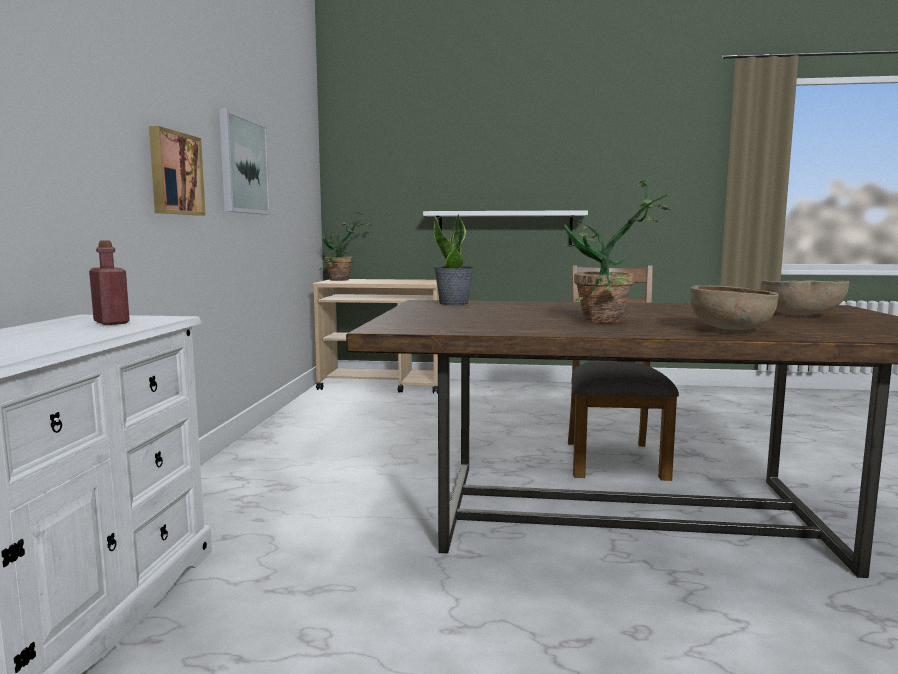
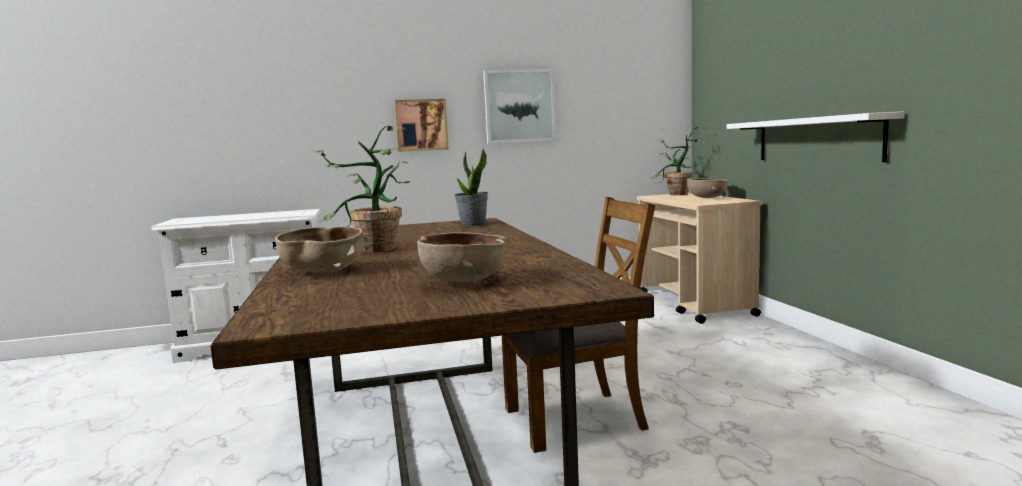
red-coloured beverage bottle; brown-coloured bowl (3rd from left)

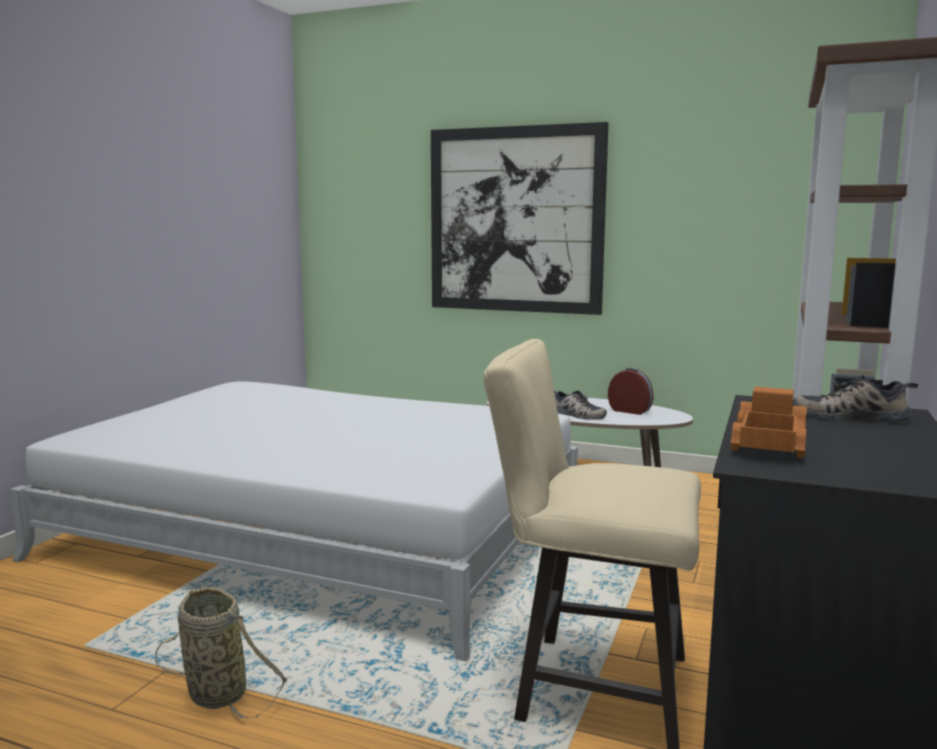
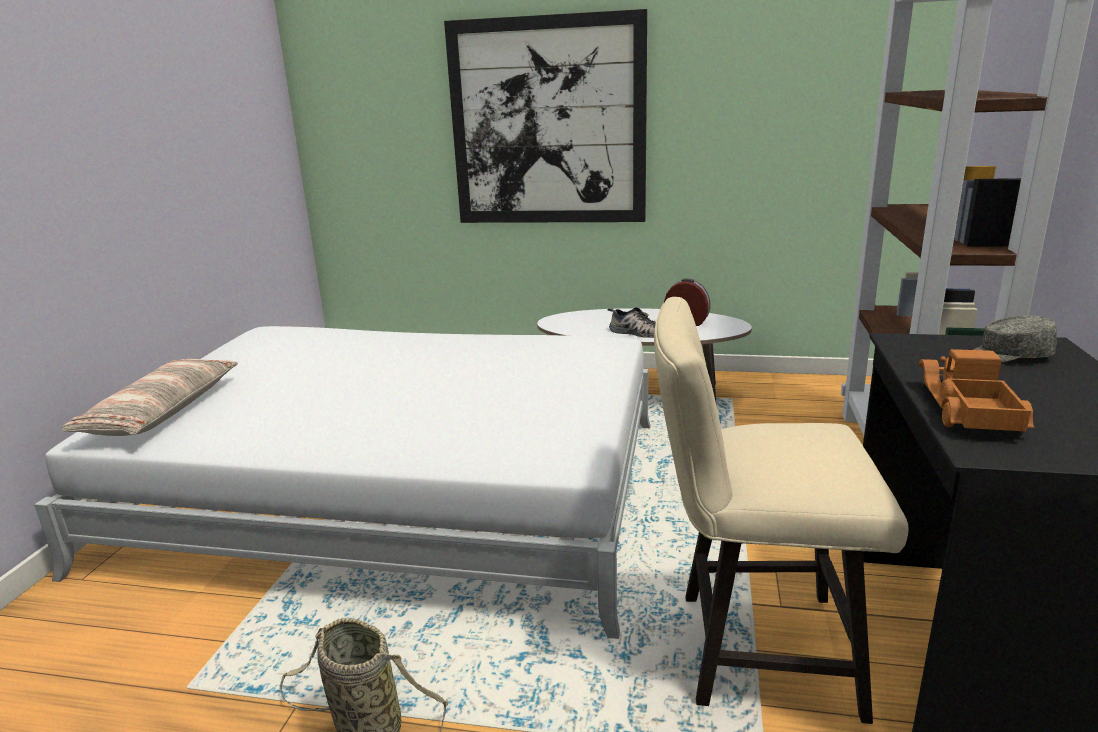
grey cap; pillow

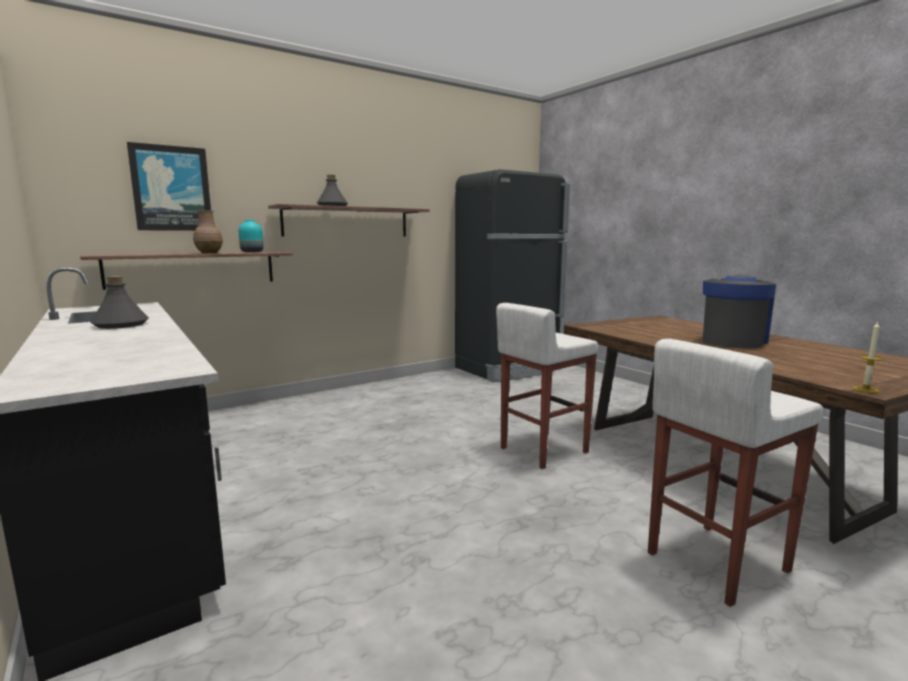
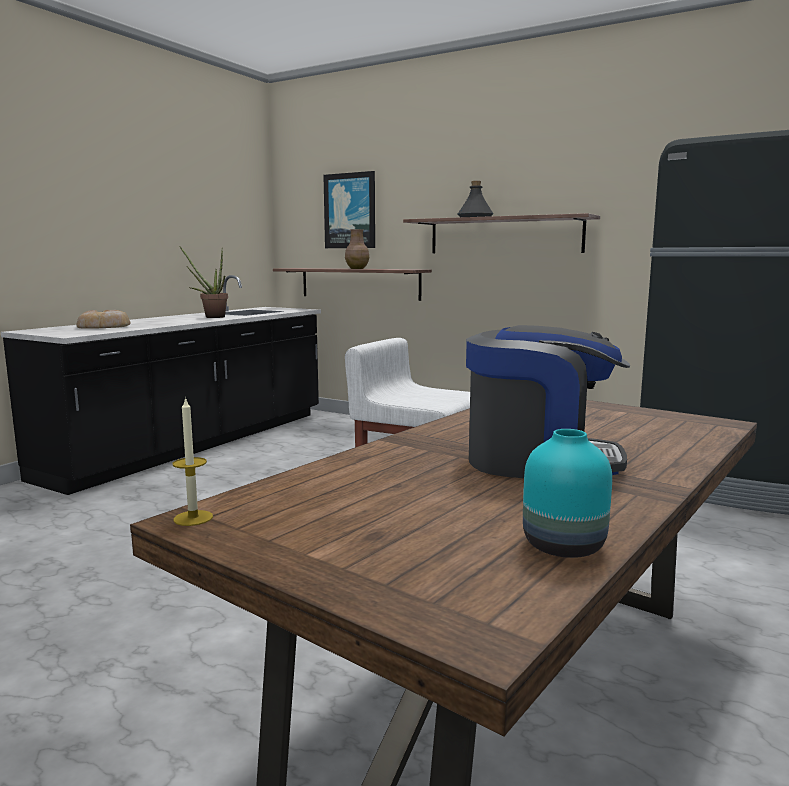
houseplant; turquoise-coloured vase; white stool seat (2nd from left in the first image); baked bread

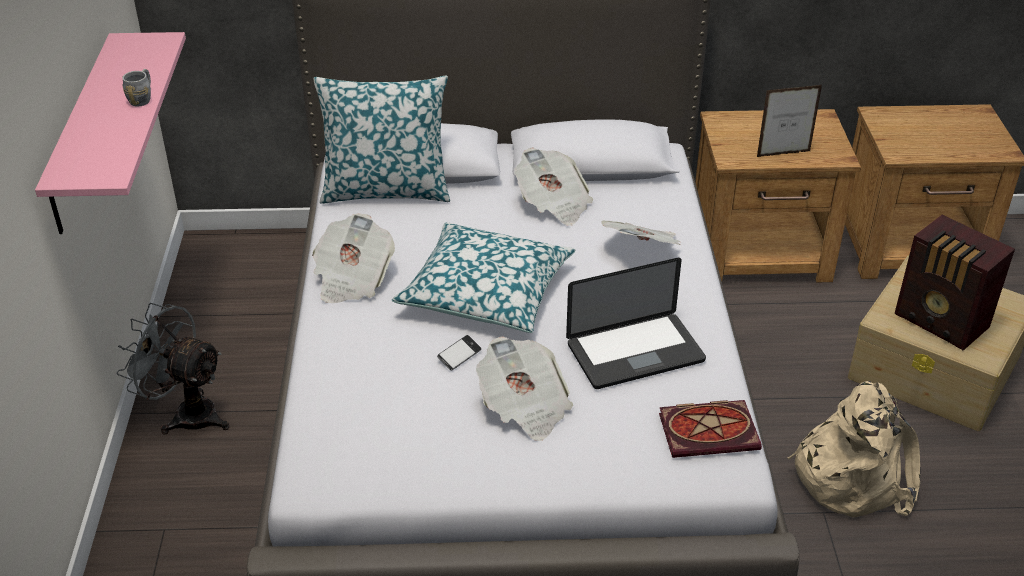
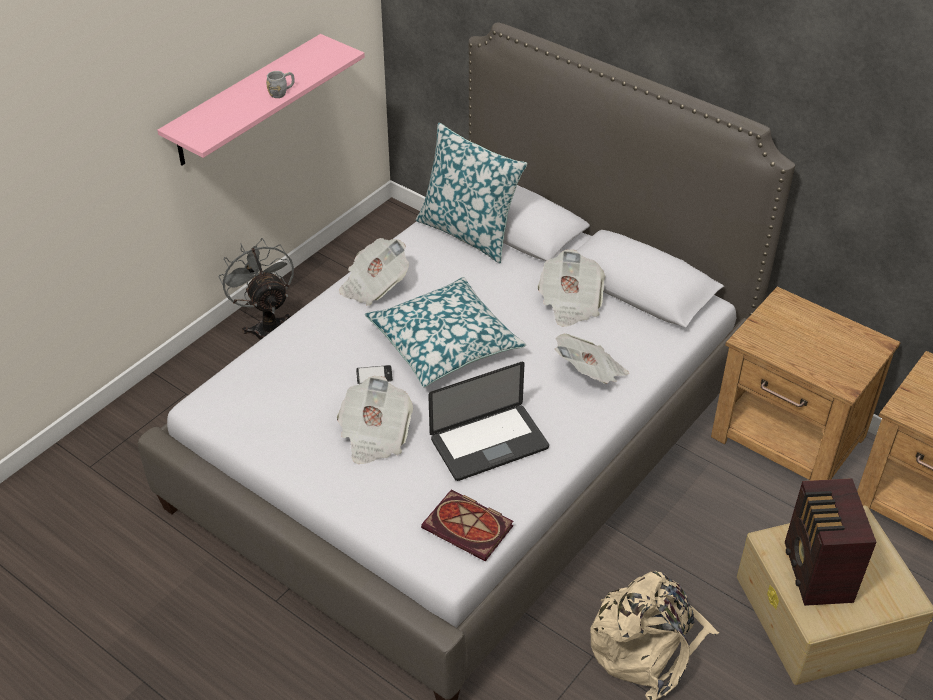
notebook computer; photo frame

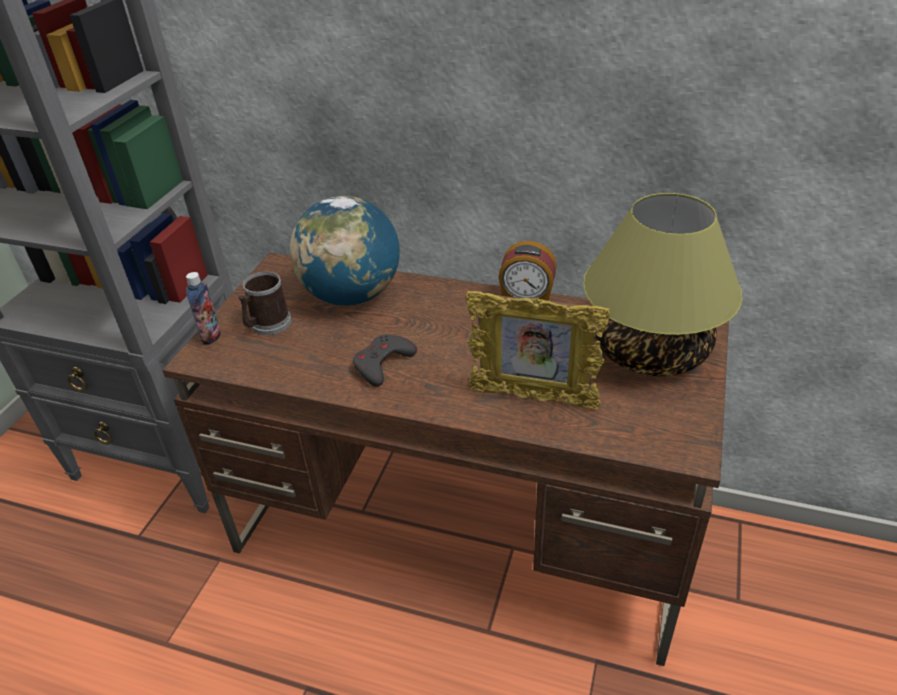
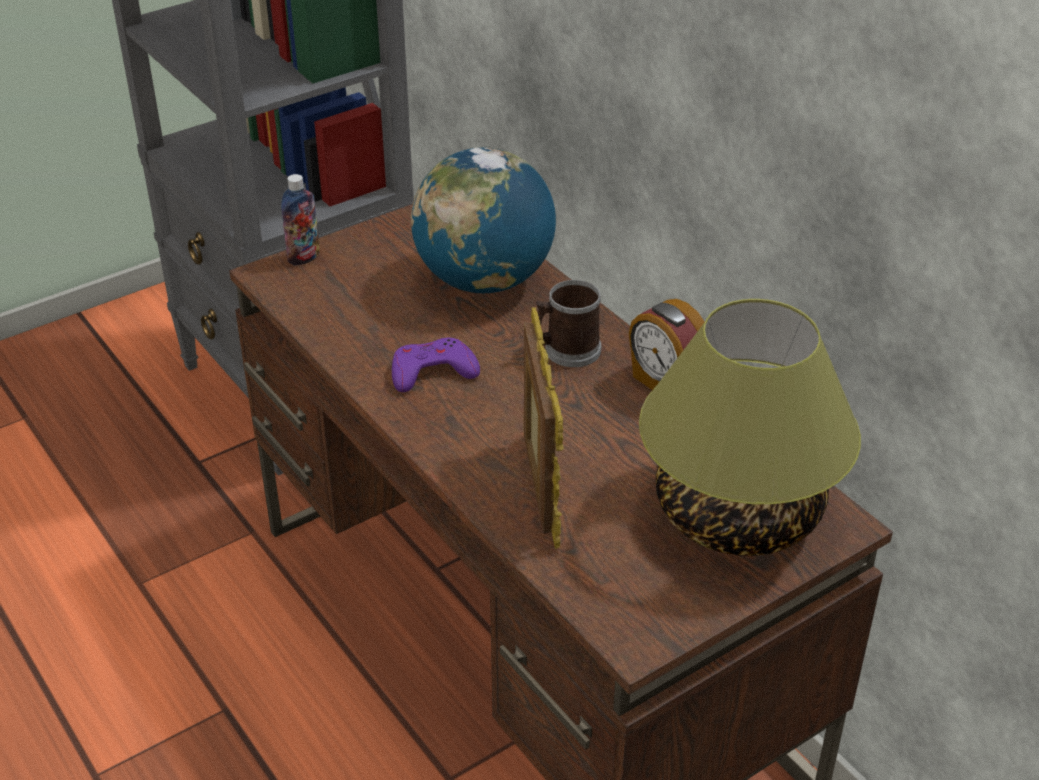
mug; purple-coloured game controller; photo frame

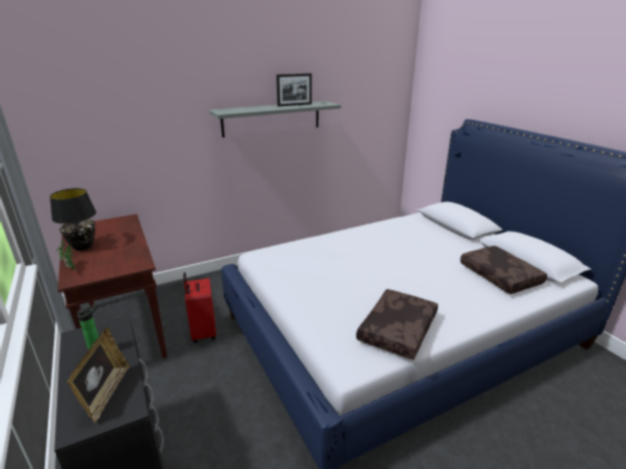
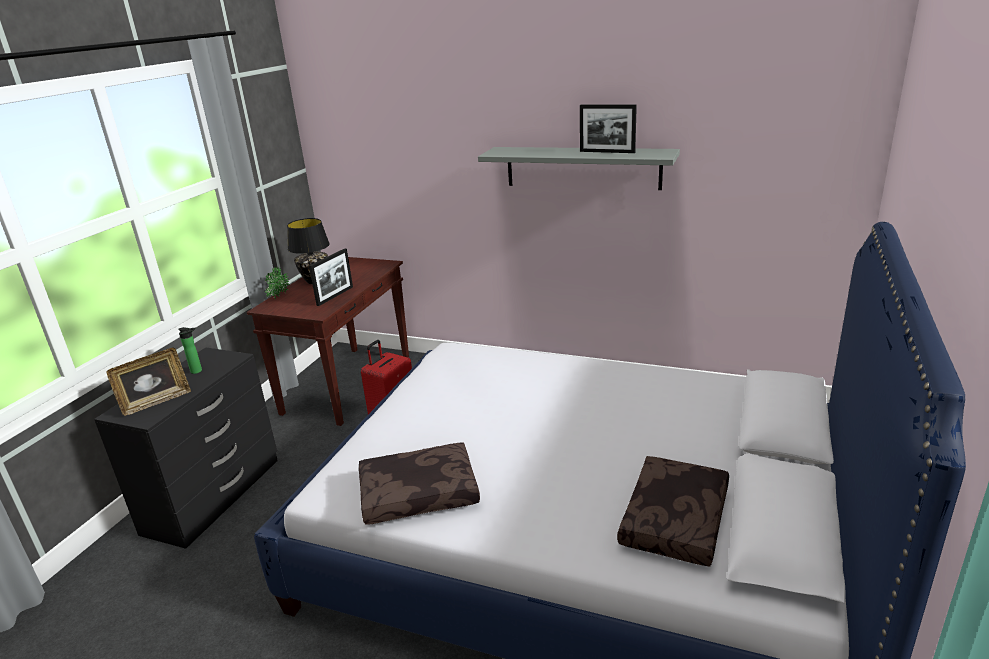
photo frame (2nd from left)

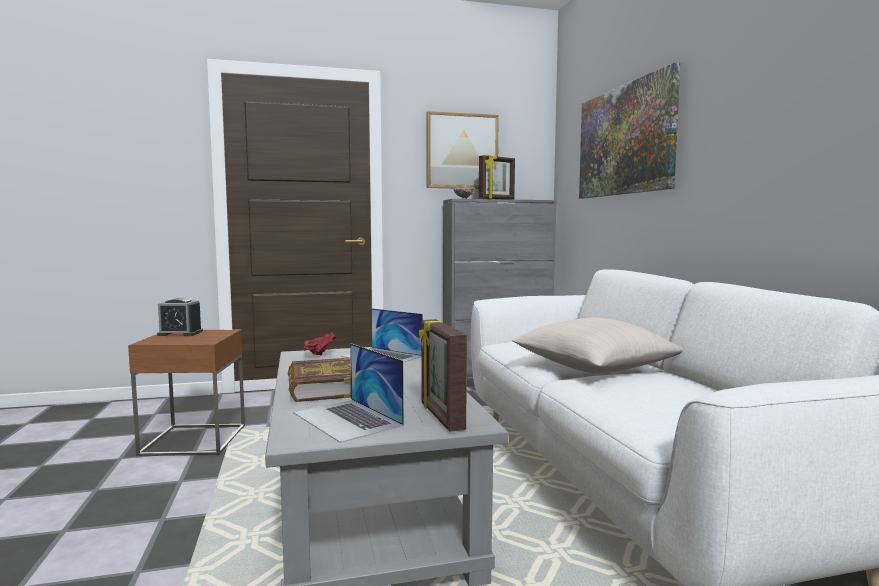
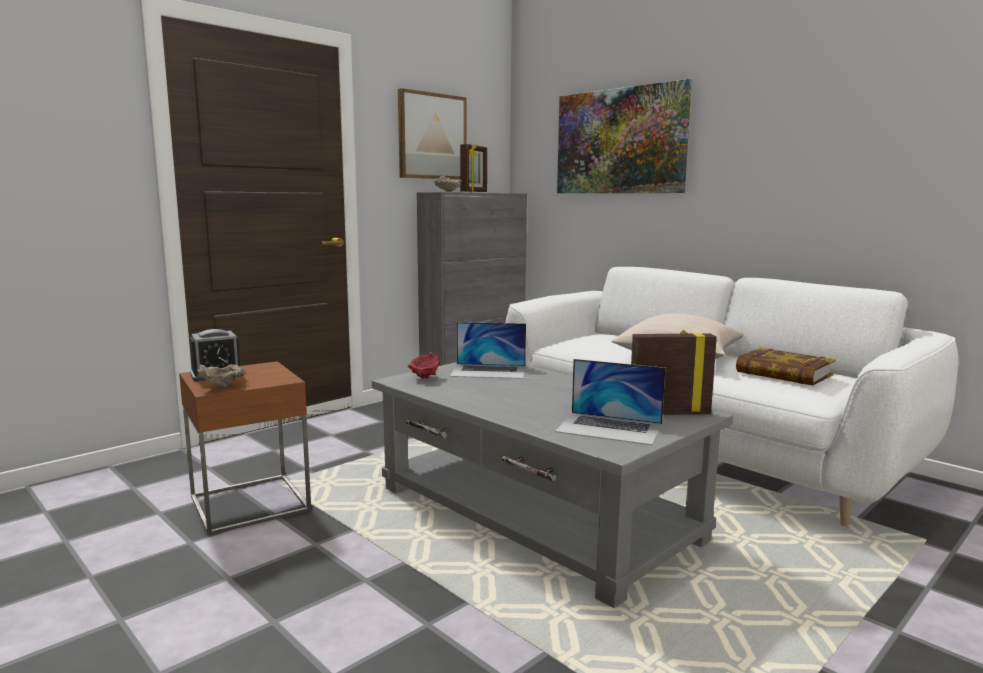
volume; photo frame (2nd from left); sand-coloured bowl (1st from left)

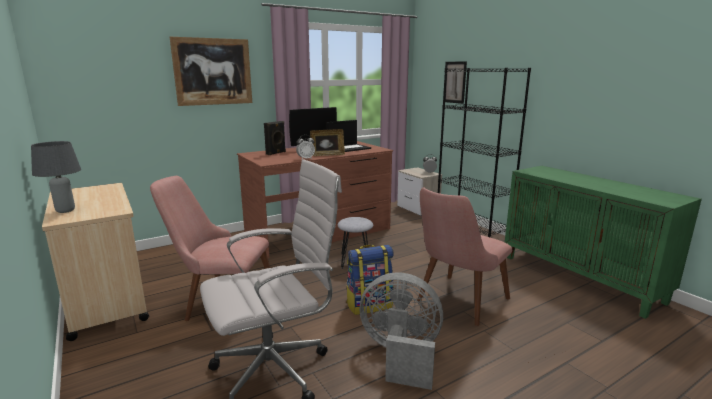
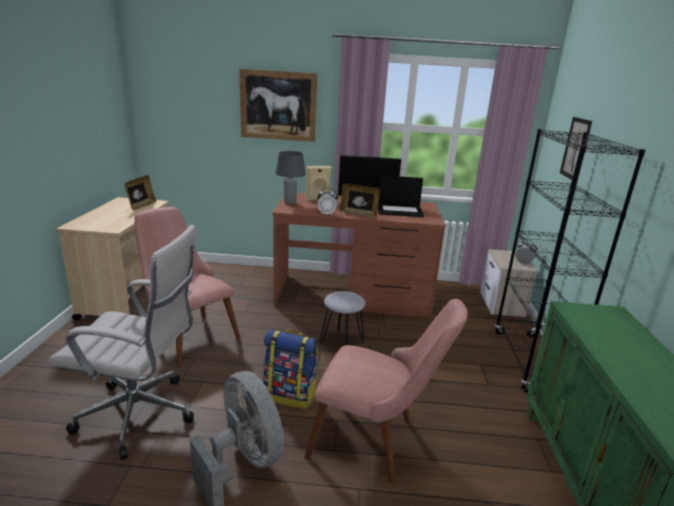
grey tabletop lamp; sand-coloured speaker; pink-coloured chair (2nd from left); photo frame (1st from left)

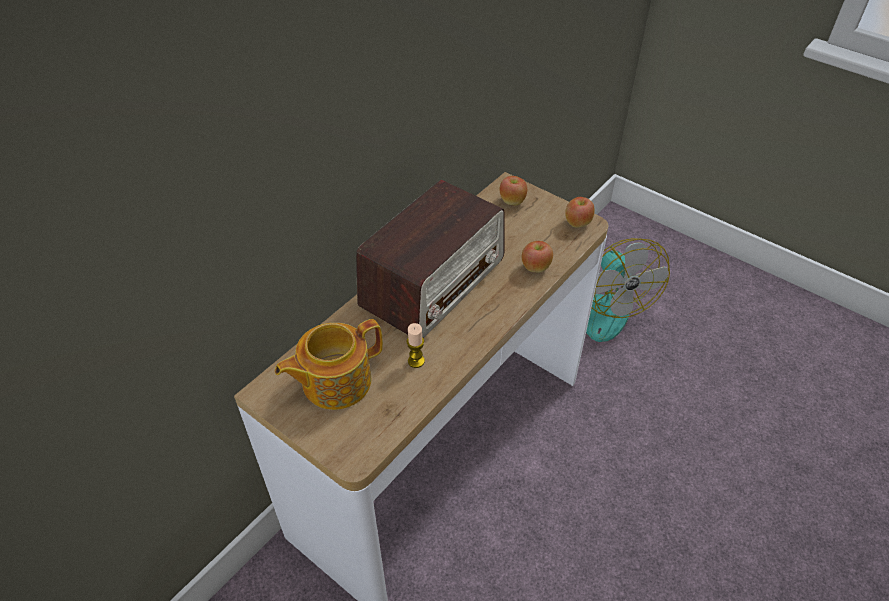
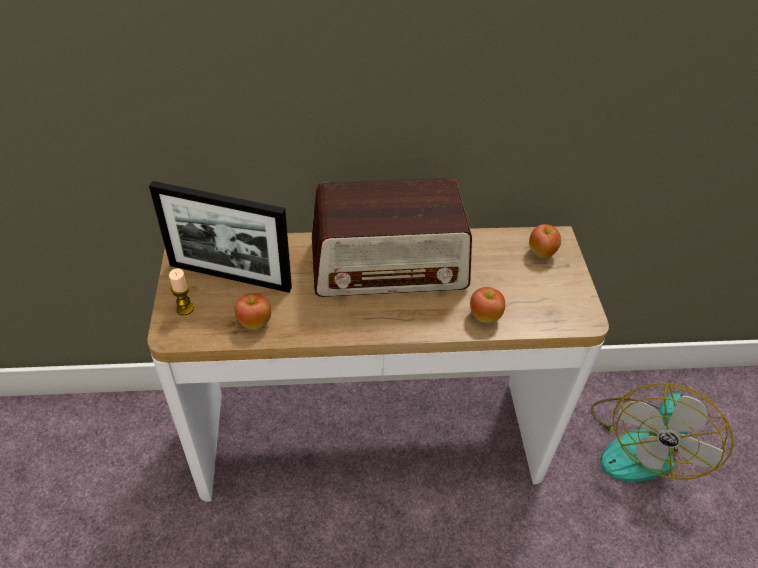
photo frame; candle; whole apple (1st from left)

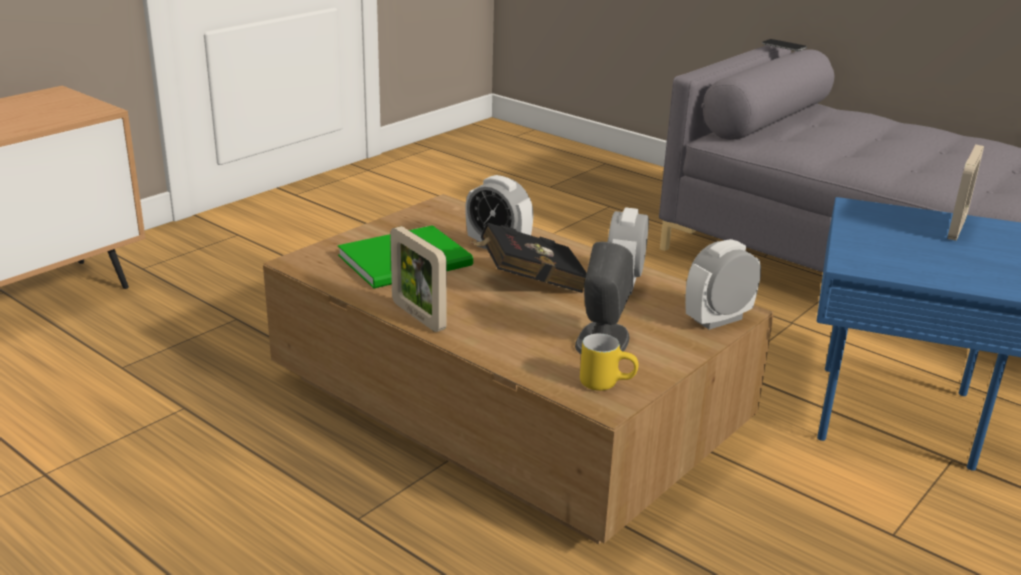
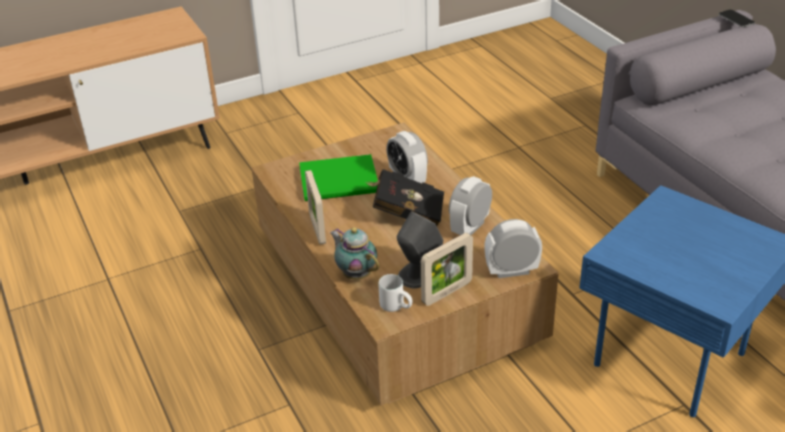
white mug; photo frame (2nd from left); tea pot

